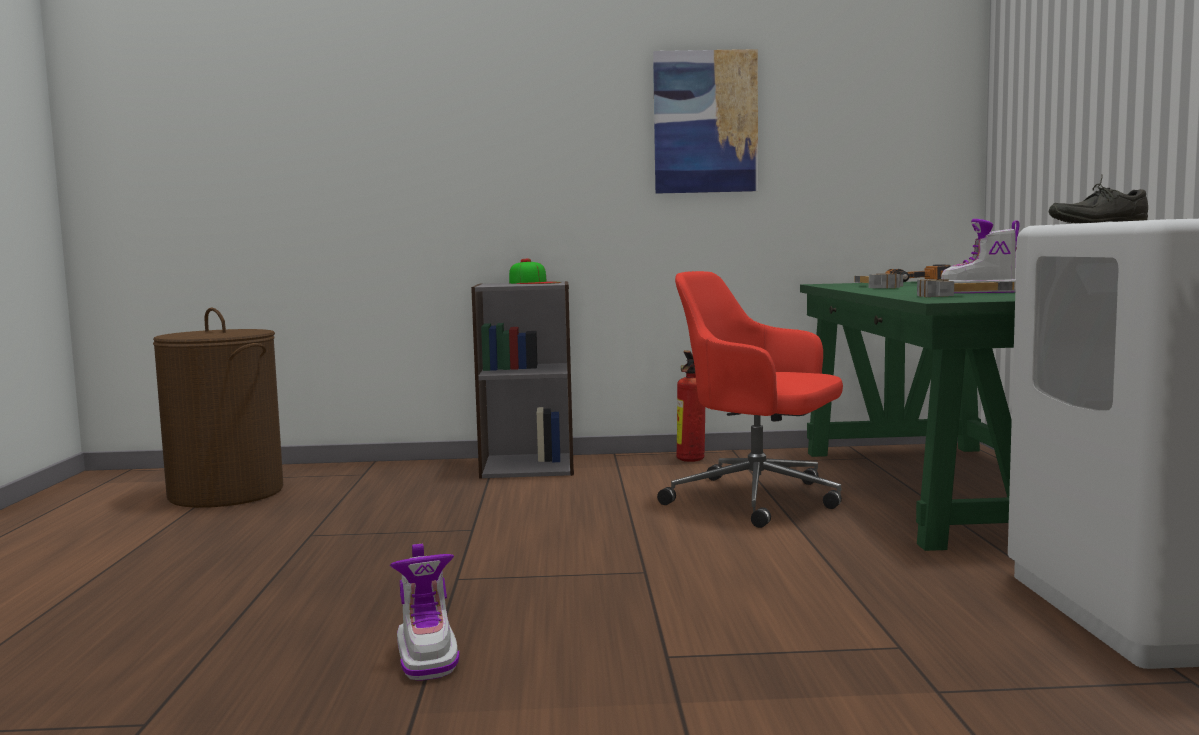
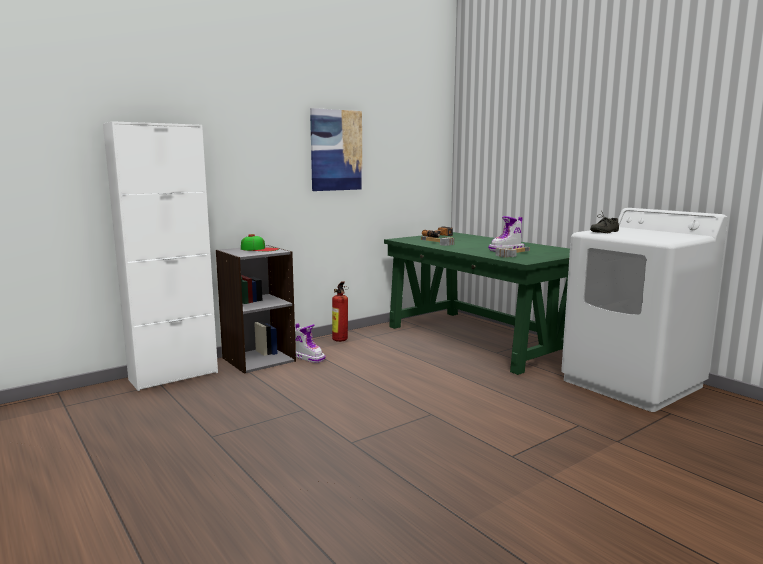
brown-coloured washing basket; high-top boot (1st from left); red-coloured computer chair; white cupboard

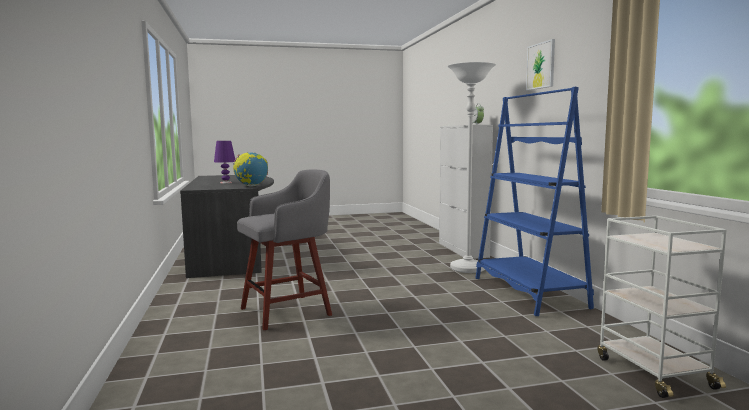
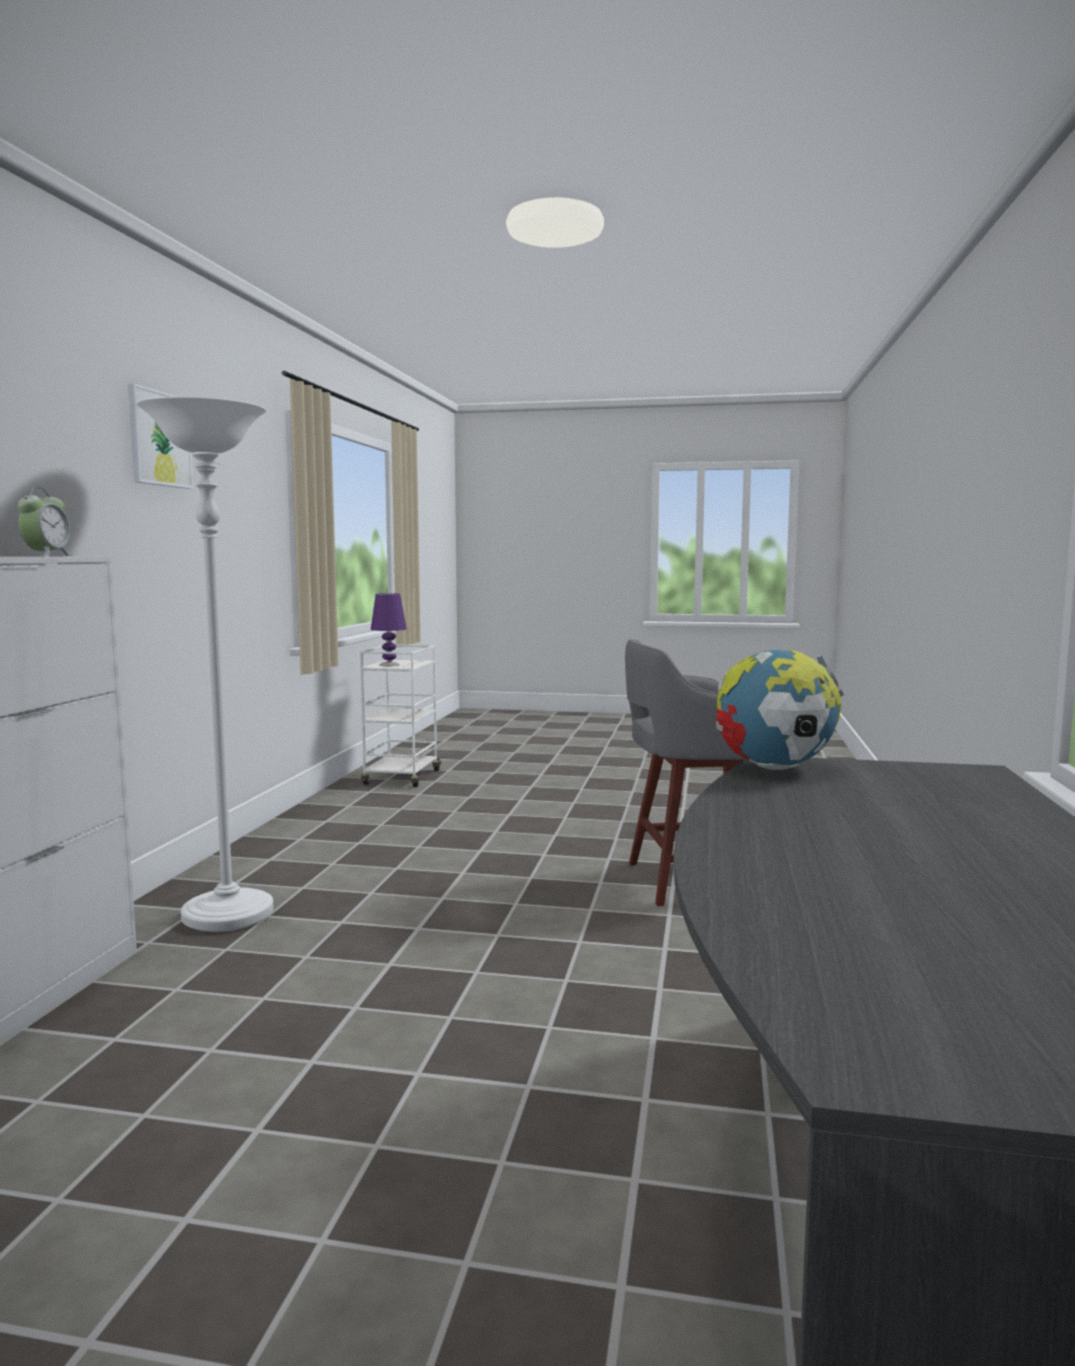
purple-coloured tabletop lamp; bluish shelving unit

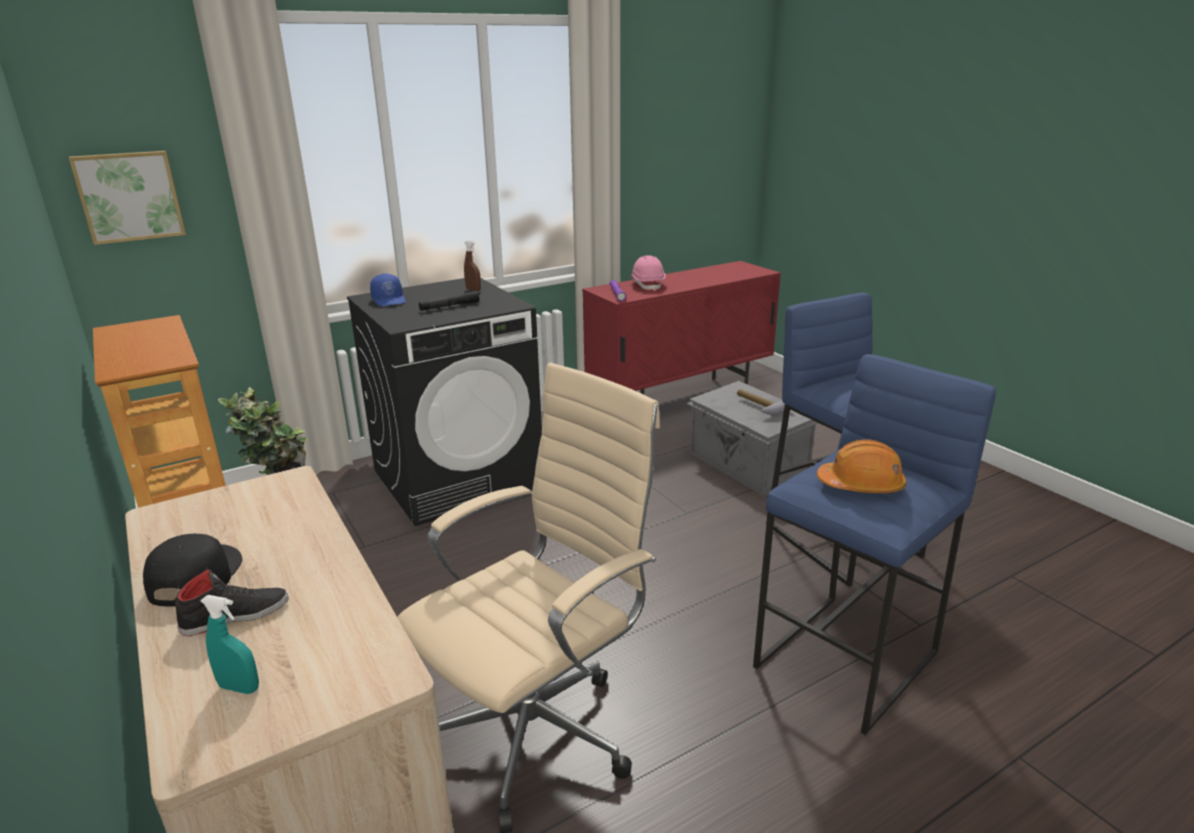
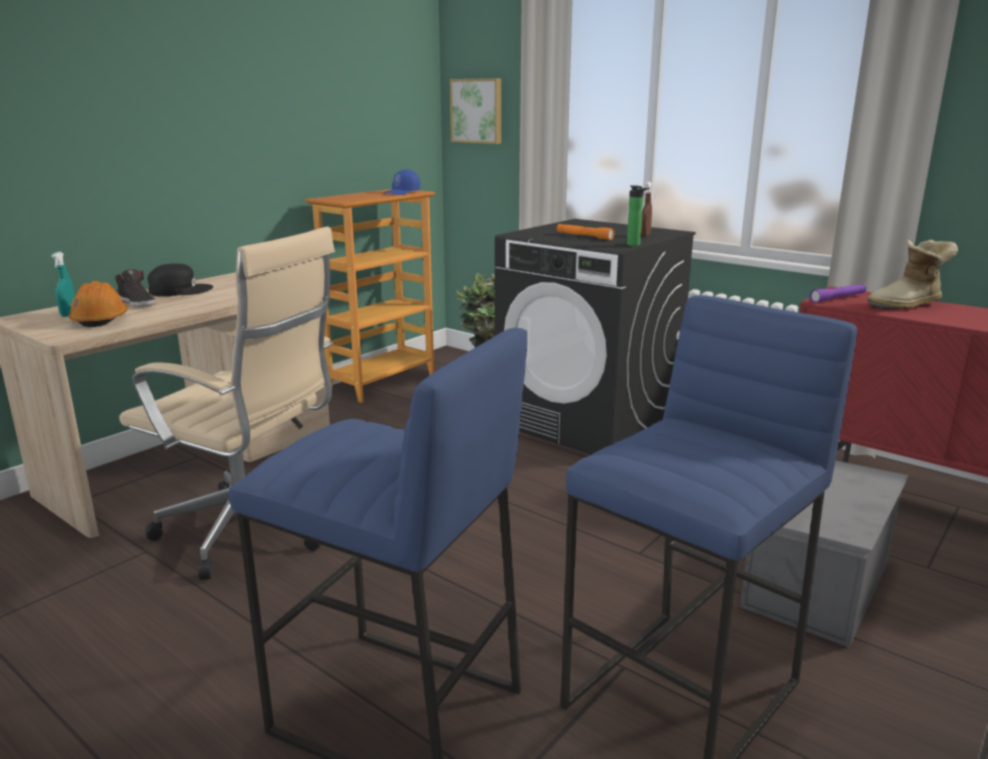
bluish cap; orangey flashlight; high-top boot; hammer; orangey hard hat; beverage bottle

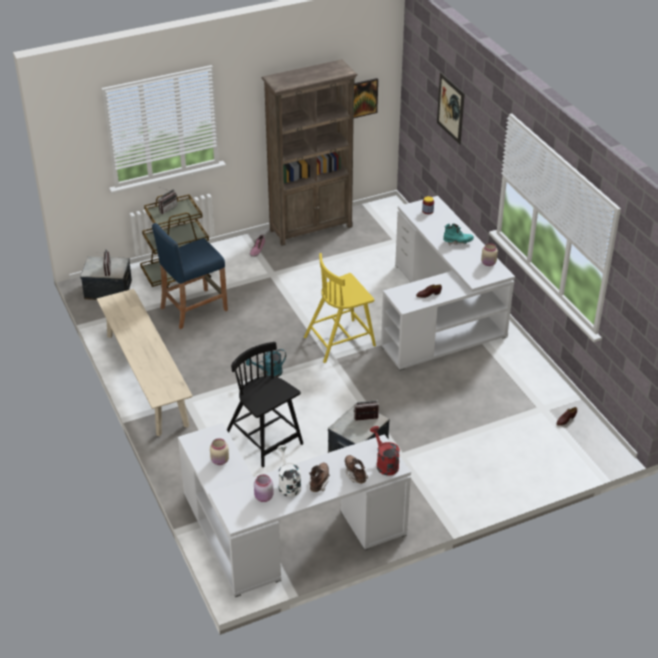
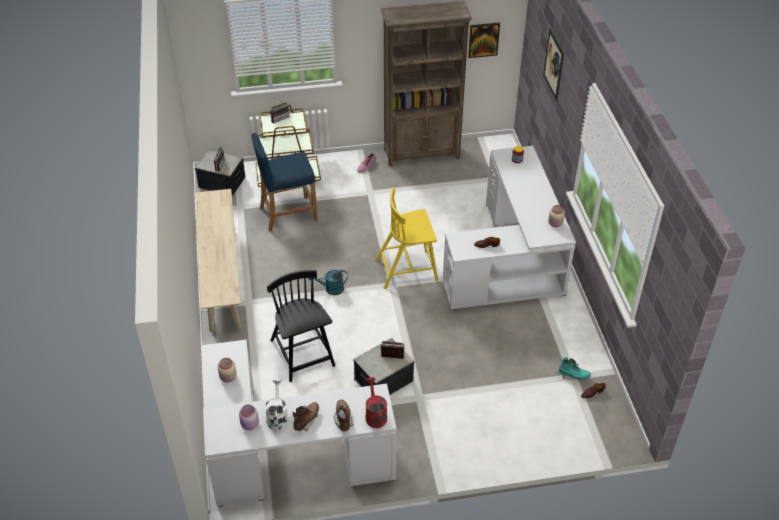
turquoise-coloured high-top boot

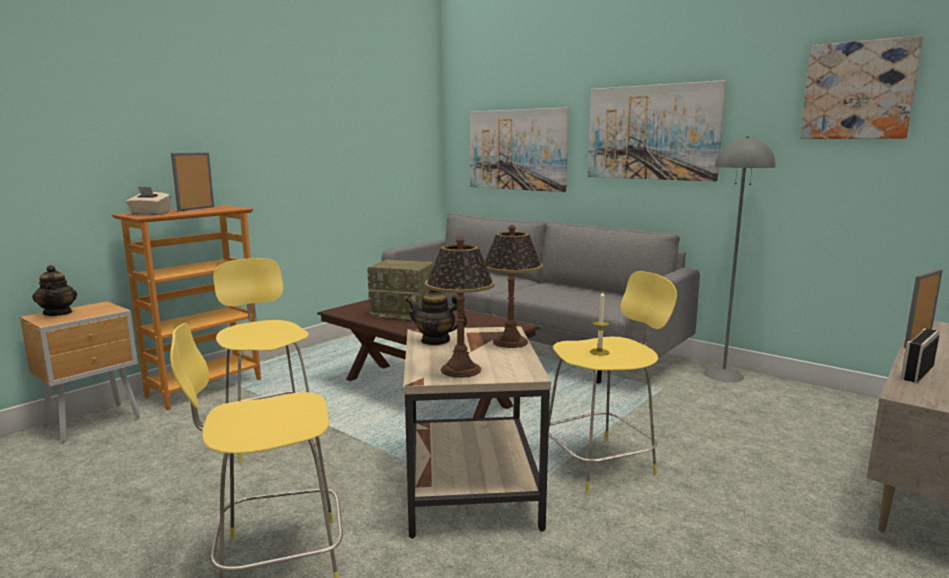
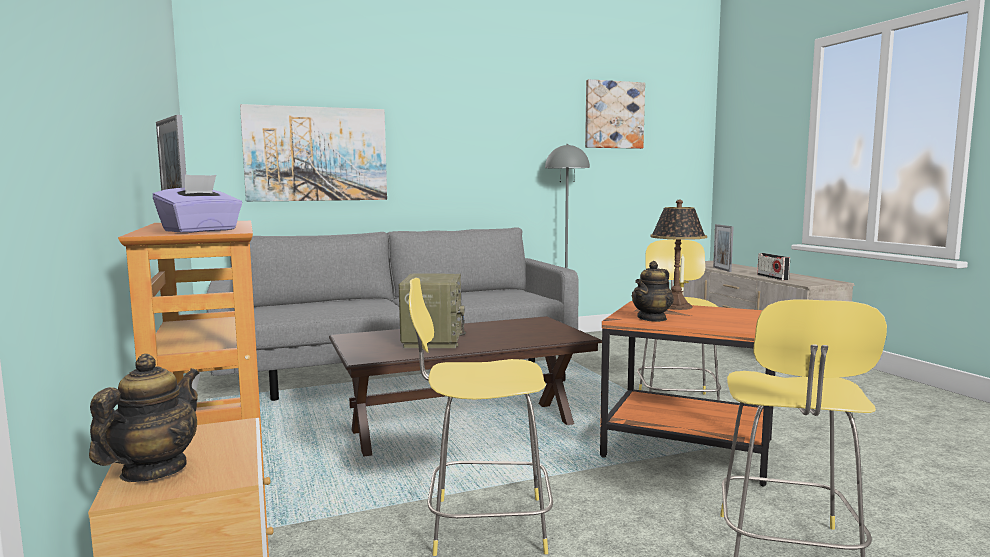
tea pot (1st from left); purple-coloured box of tissues; radio (1st from left); orangey accent table; tabletop lamp (1st from left in the first image); wall picture (2nd from left in the first image)

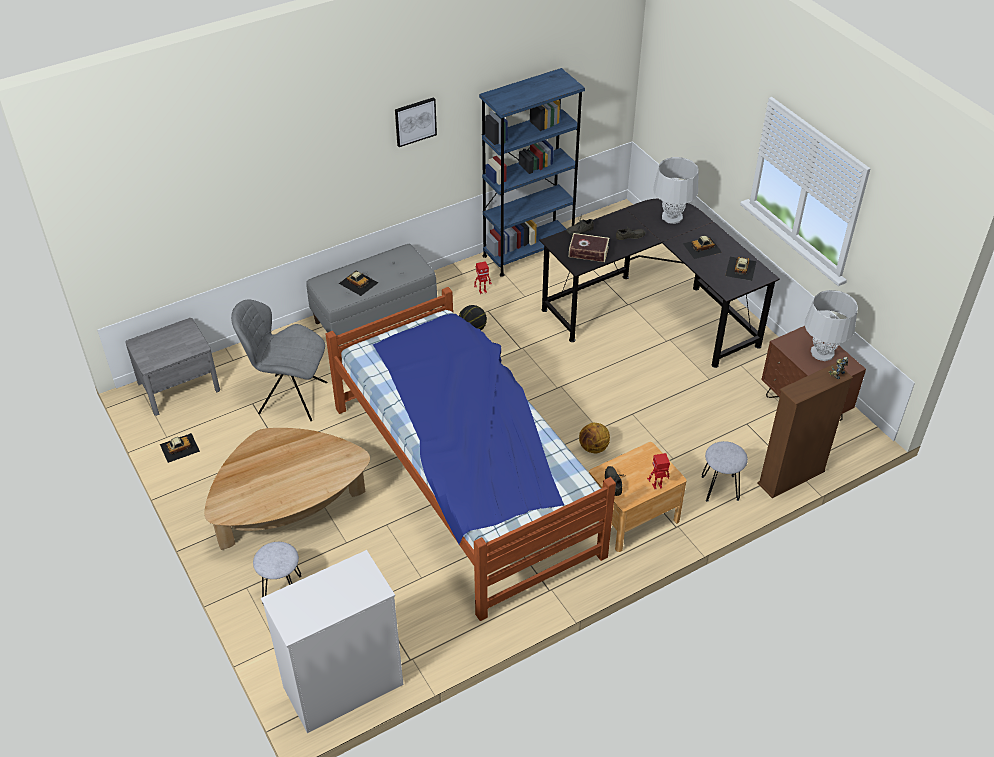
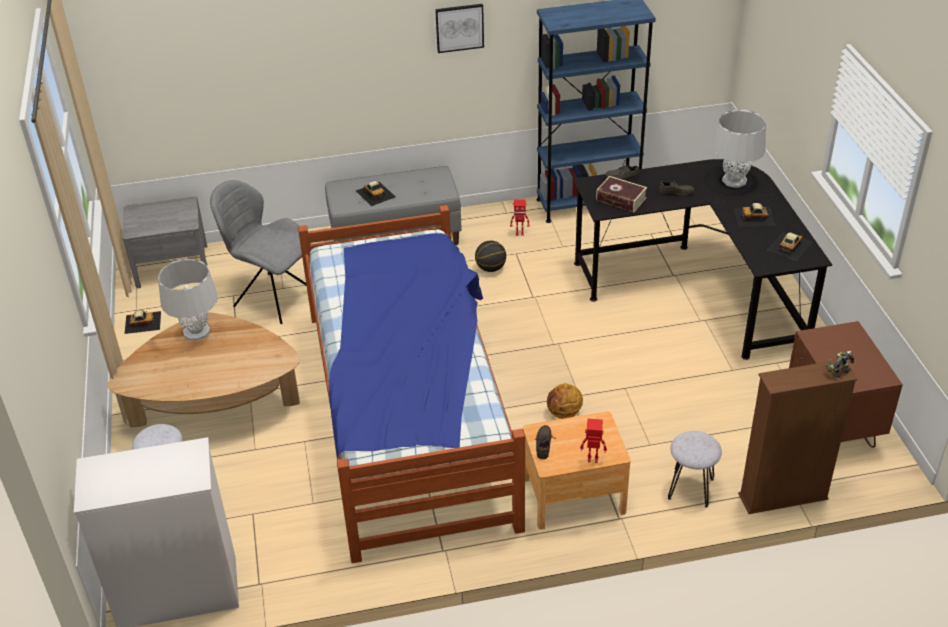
grey tabletop lamp (1st from left)

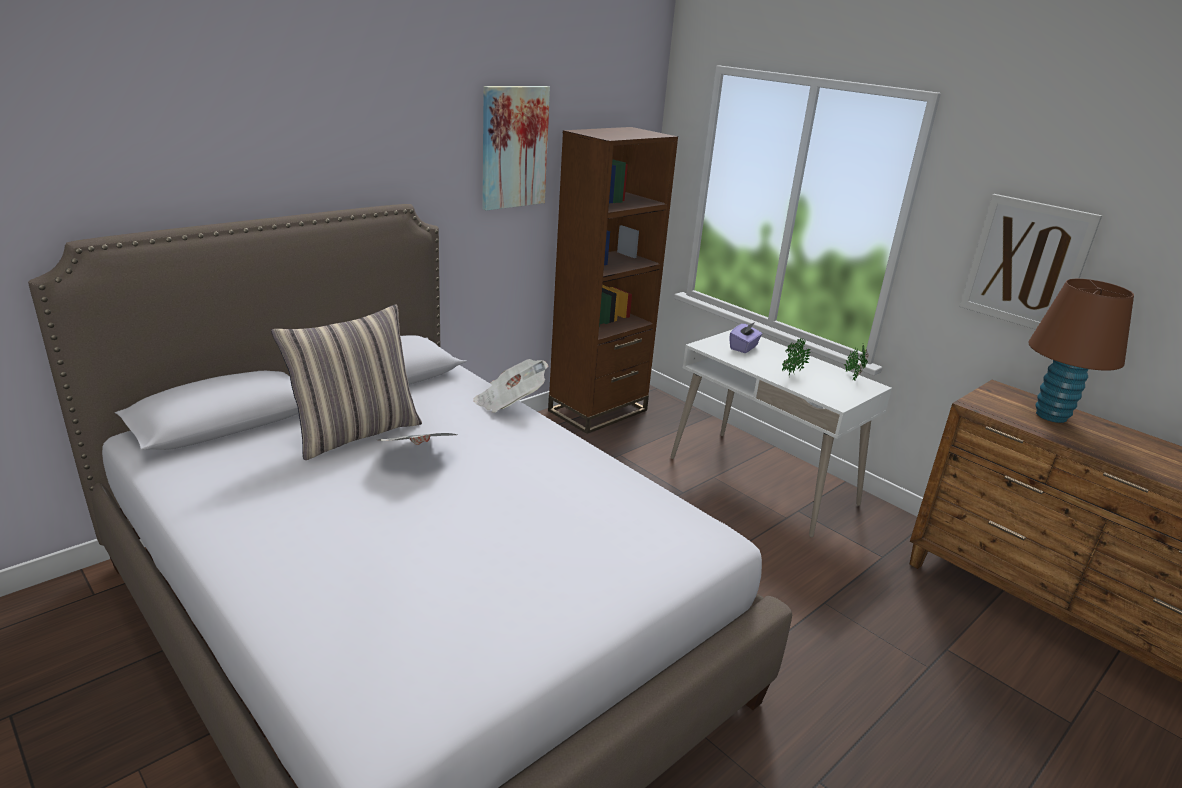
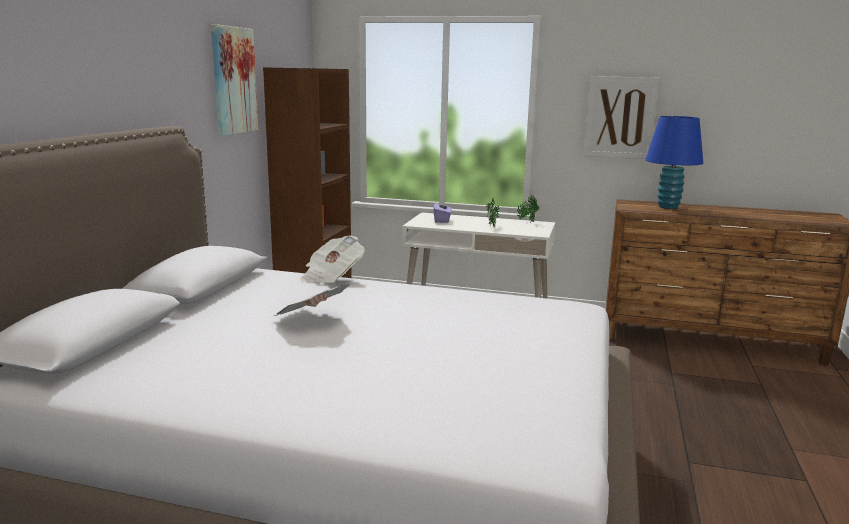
pillow; bluish tabletop lamp

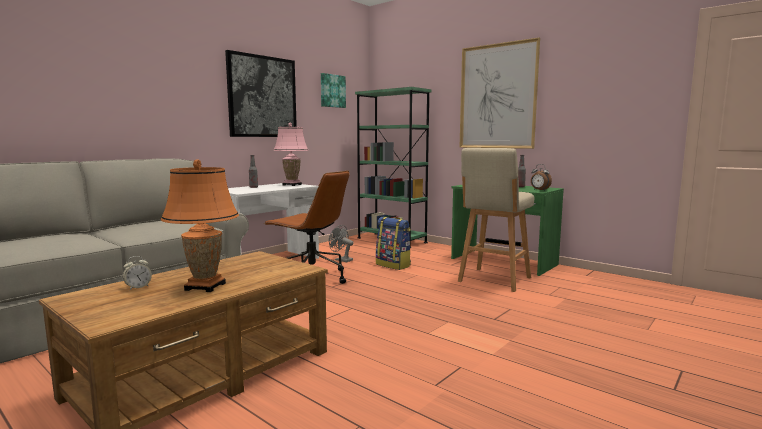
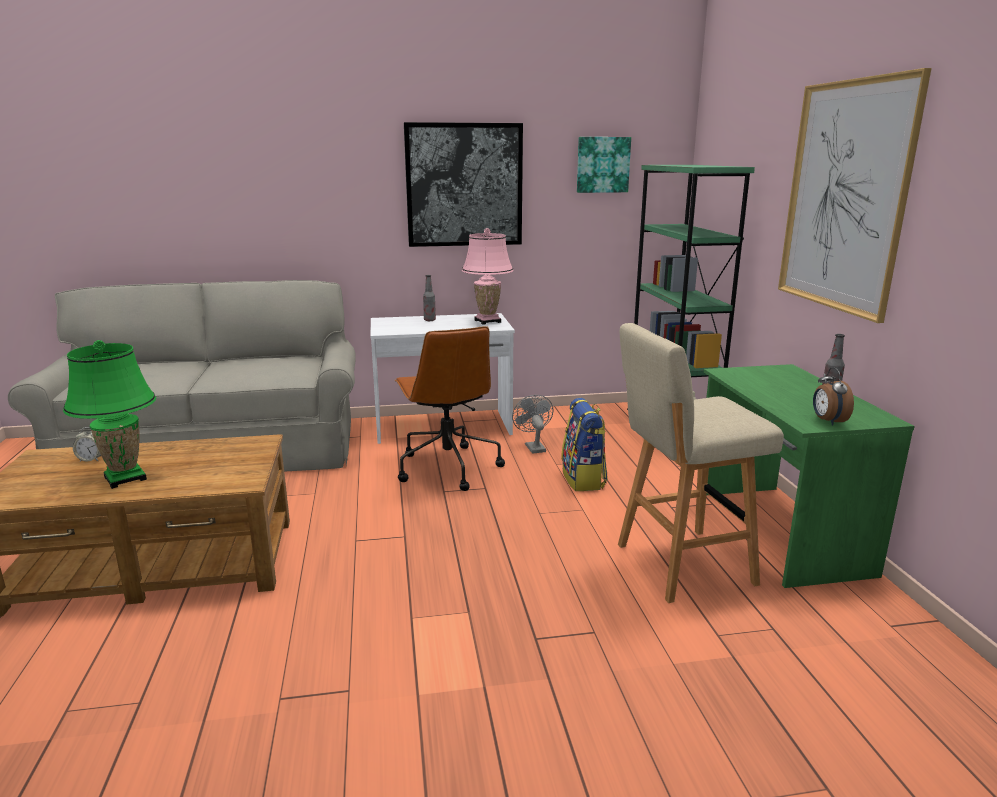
green tabletop lamp

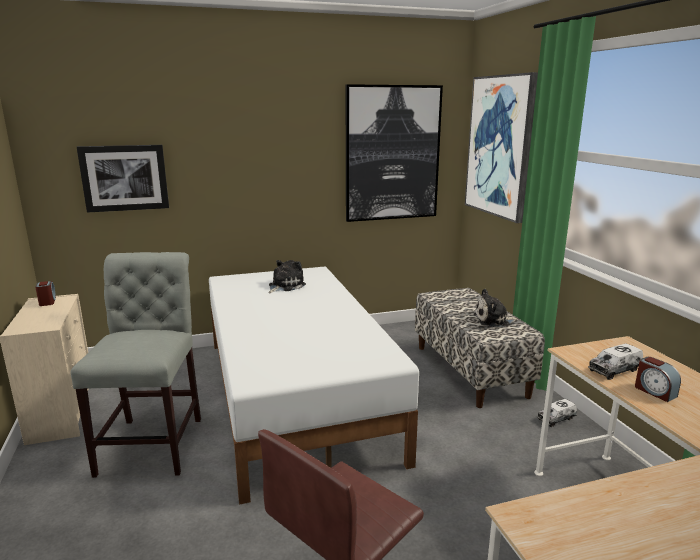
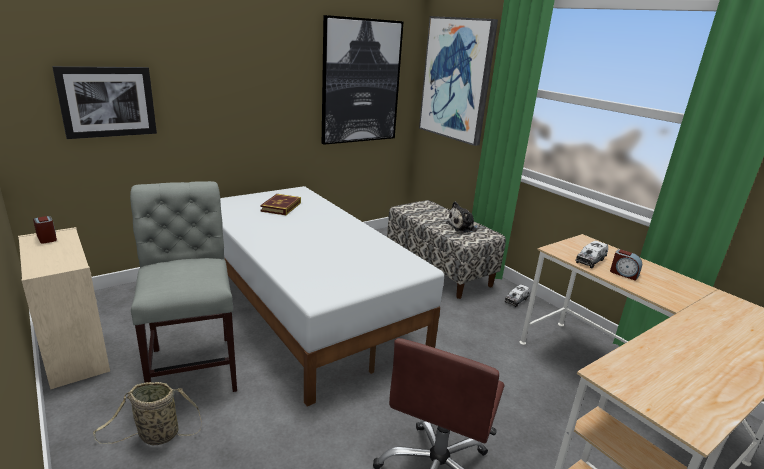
volume; storage basket

